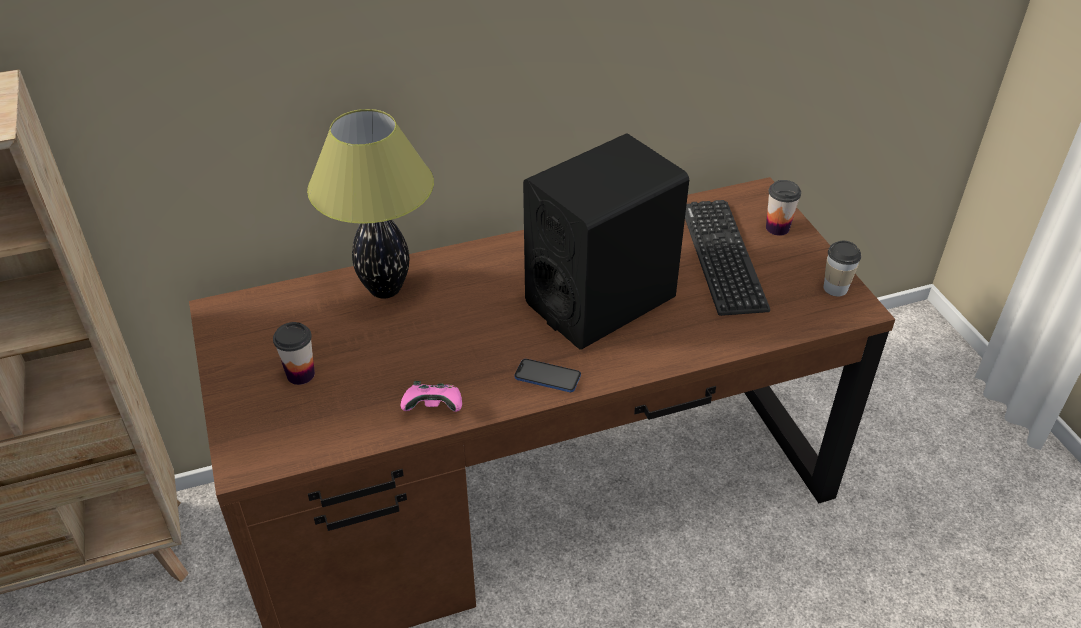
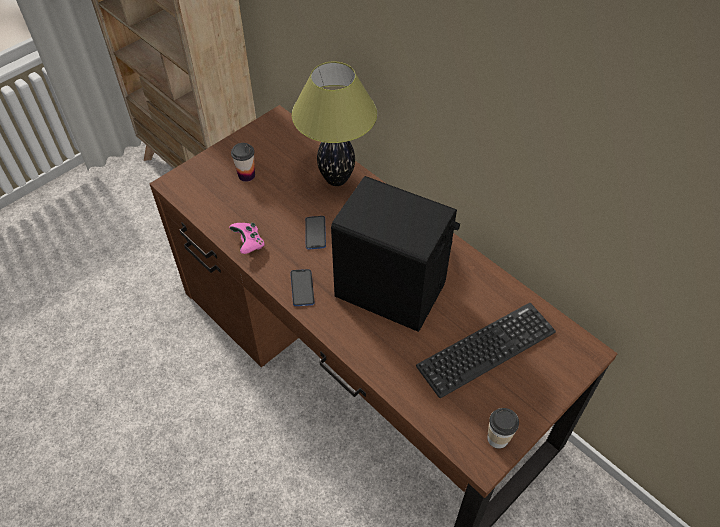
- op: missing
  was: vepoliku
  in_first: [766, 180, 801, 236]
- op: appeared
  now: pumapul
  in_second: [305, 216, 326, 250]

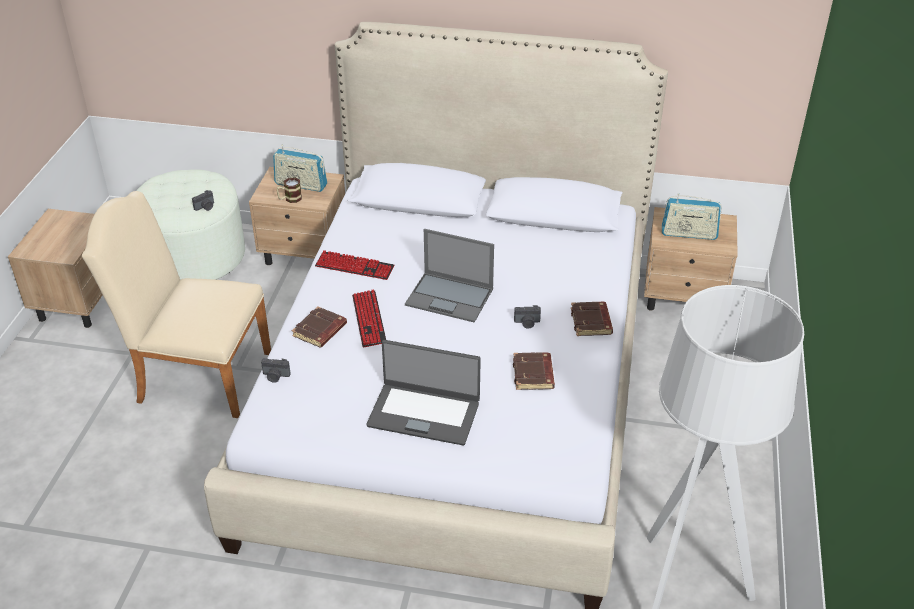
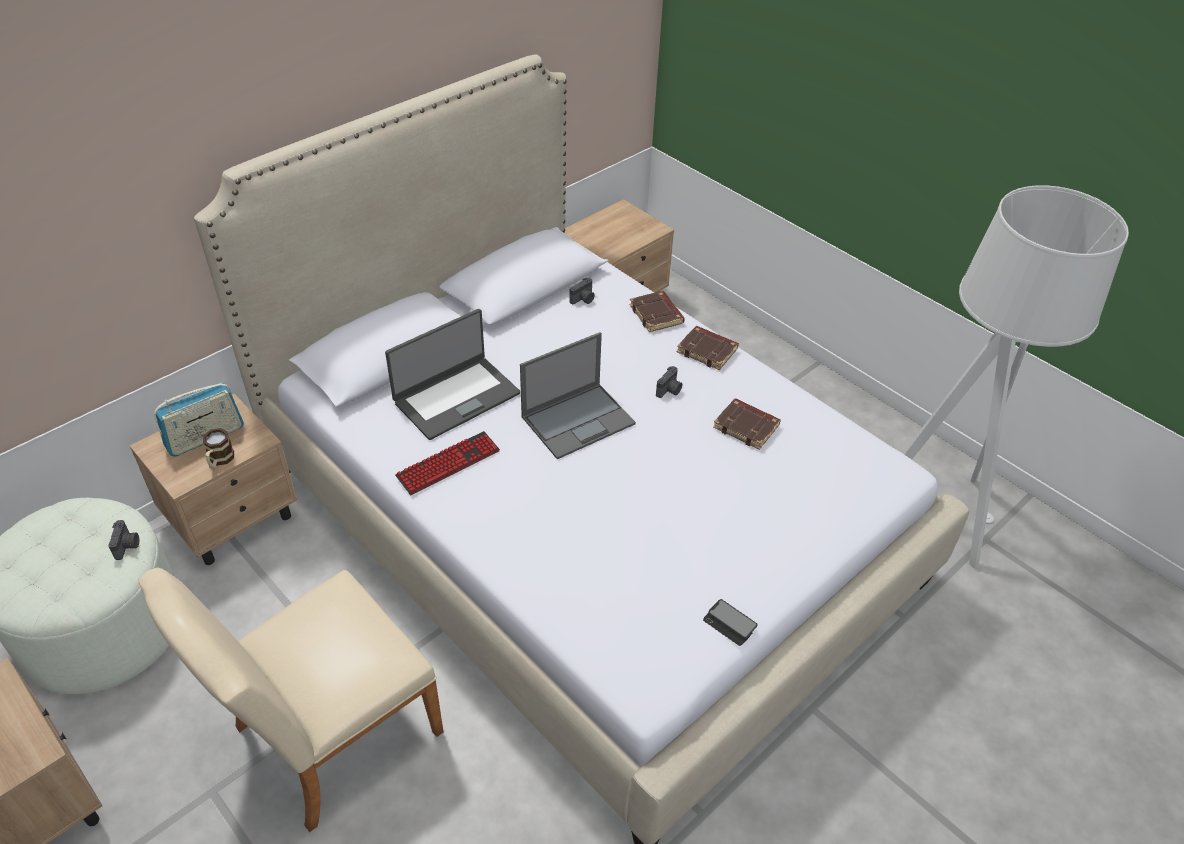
- op: relocated
  was: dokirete
  in_first: [261, 358, 291, 383]
  in_second: [569, 277, 595, 304]
- op: relocated
  was: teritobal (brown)
  in_first: [292, 307, 347, 348]
  in_second: [630, 291, 685, 332]
- op: missing
  was: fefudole
  in_first: [352, 289, 386, 348]
- op: relocated
  was: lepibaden
  in_first: [366, 340, 481, 445]
  in_second: [385, 309, 520, 440]
- op: missing
  was: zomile
  in_first: [662, 193, 722, 240]
- op: appeared
  now: pumapul
  in_second: [703, 599, 758, 646]

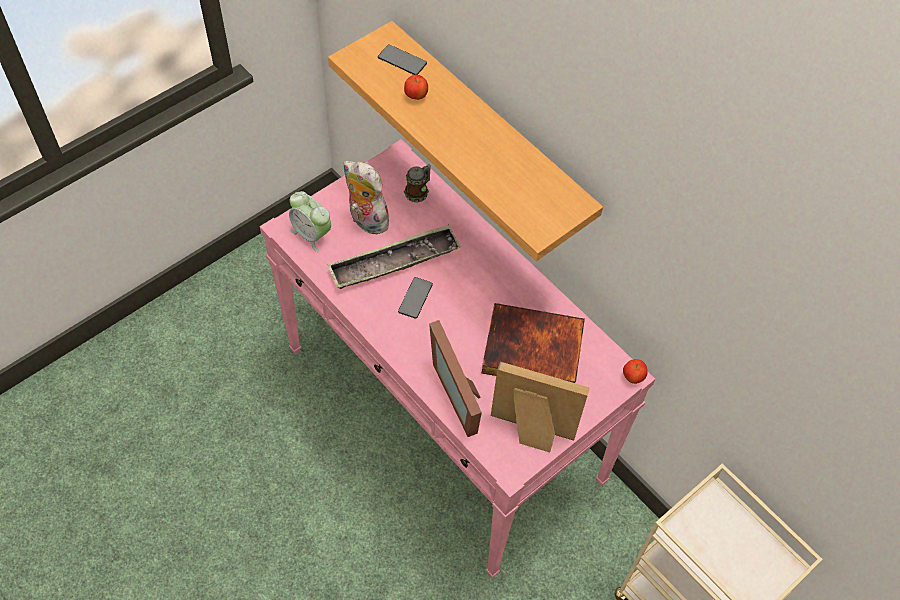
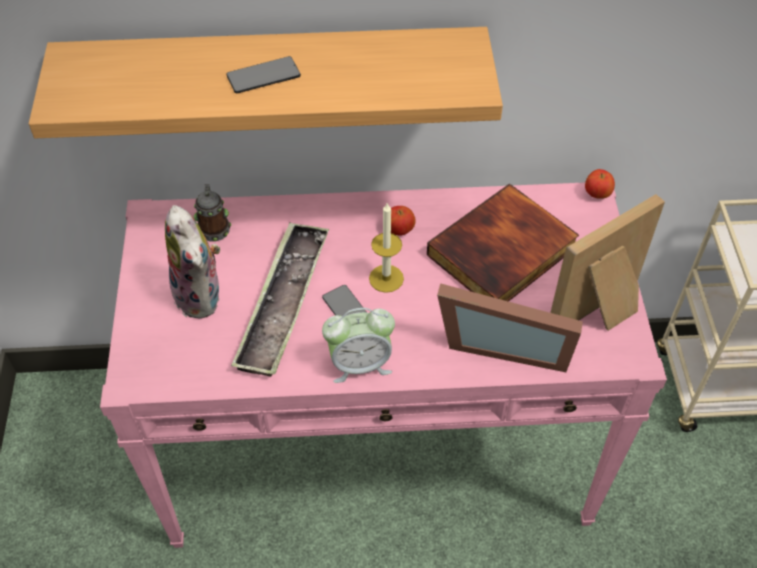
- op: relocated
  was: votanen
  in_first: [289, 191, 331, 252]
  in_second: [322, 308, 395, 383]
- op: spun
  was: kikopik
  in_first: [344, 161, 390, 235]
  in_second: [165, 205, 220, 319]
  clockwise: -105
- op: relocated
  was: pumapul
  in_first: [378, 44, 427, 75]
  in_second: [226, 56, 301, 93]
- op: relocated
  was: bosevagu
  in_first: [404, 74, 428, 100]
  in_second: [391, 206, 416, 236]
- op: appeared
  now: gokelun
  in_second: [369, 203, 404, 293]

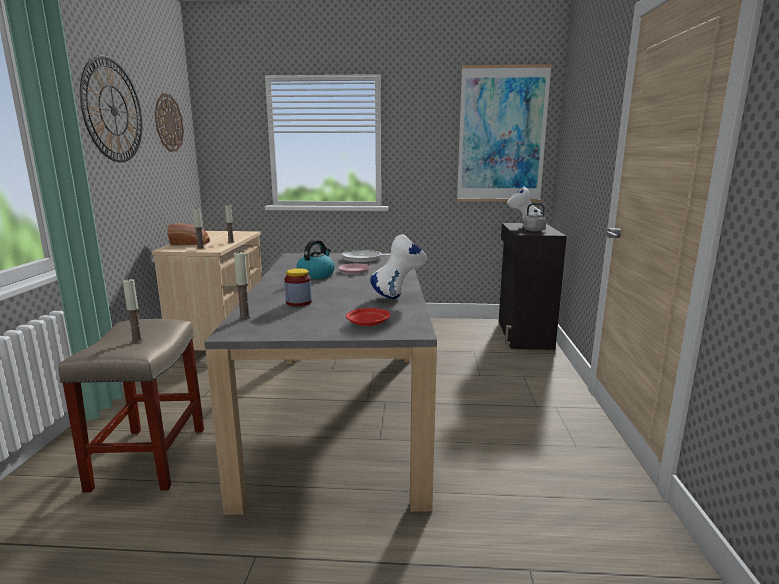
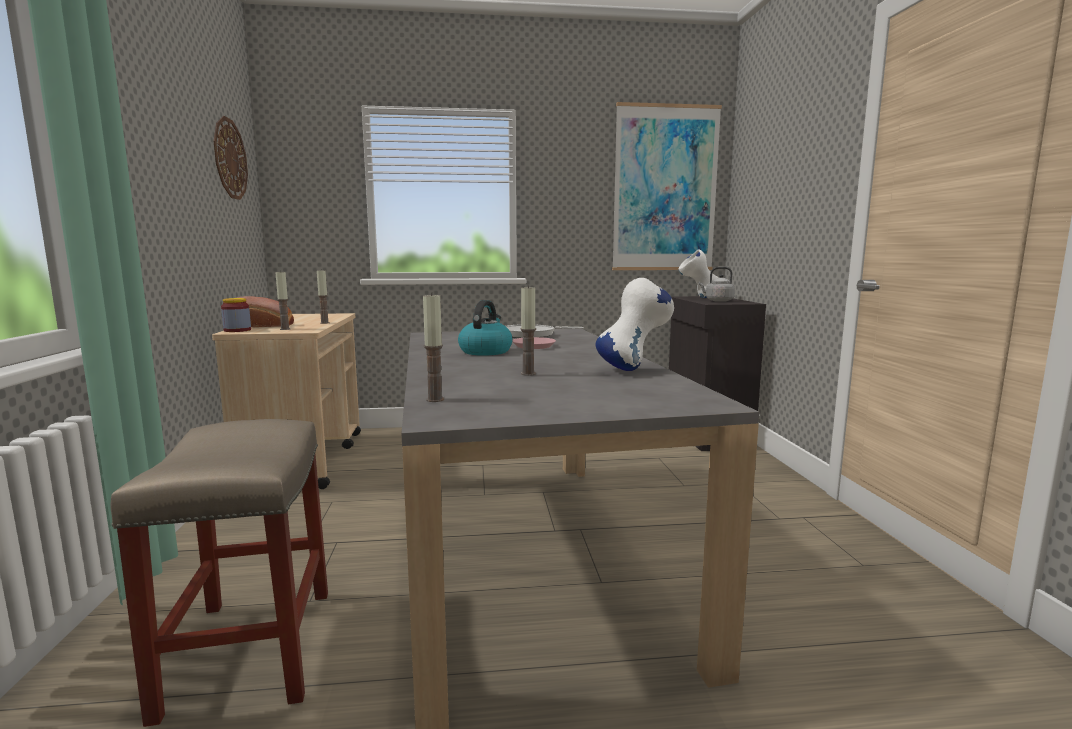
- op: missing
  was: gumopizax
  in_first: [80, 56, 142, 162]
- op: relocated
  was: gokelun
  in_first: [123, 279, 143, 342]
  in_second: [521, 286, 536, 376]
- op: relocated
  was: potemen
  in_first: [285, 268, 312, 306]
  in_second: [221, 298, 251, 332]
- op: missing
  was: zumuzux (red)
  in_first: [346, 308, 390, 326]

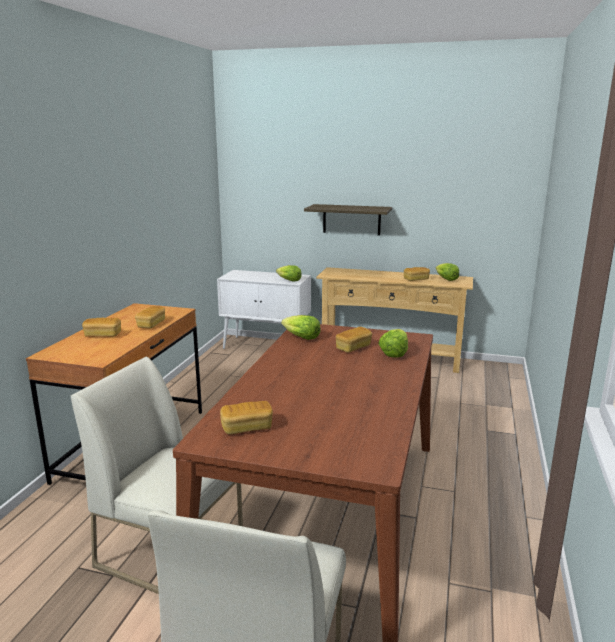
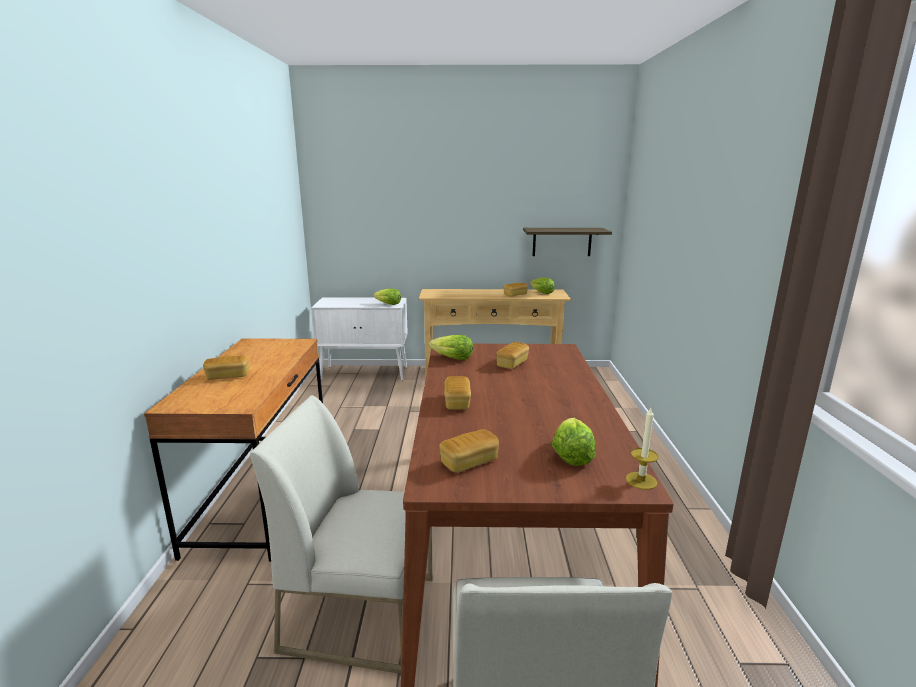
- op: relocated
  was: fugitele
  in_first: [135, 306, 165, 328]
  in_second: [444, 376, 471, 410]
- op: relocated
  was: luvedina
  in_first: [304, 204, 392, 236]
  in_second: [523, 228, 612, 256]
- op: relocated
  was: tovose
  in_first: [378, 329, 408, 357]
  in_second: [552, 418, 595, 466]
- op: appeared
  now: gokelun
  in_second: [625, 408, 659, 490]

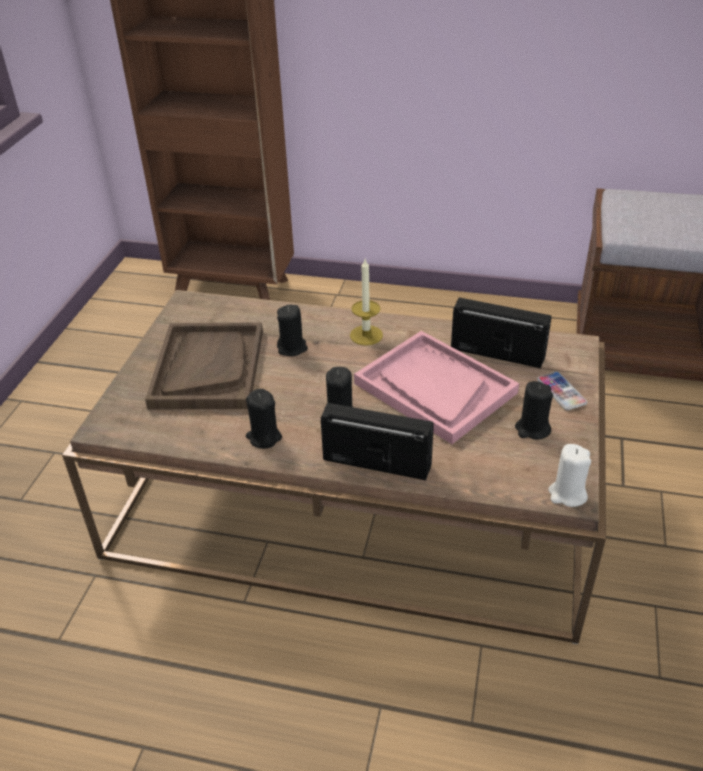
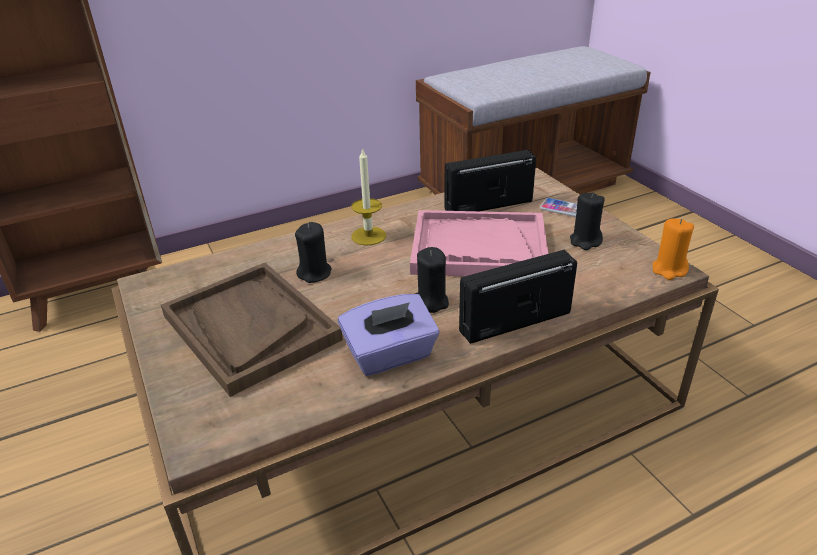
- op: exchanged
  was: gokelun (black)
  now: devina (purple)
  in_first: [246, 389, 282, 449]
  in_second: [338, 294, 439, 376]
- op: colour
  was: gokelun (white)
  now: gokelun (orange)
  in_first: [548, 444, 591, 507]
  in_second: [652, 218, 694, 280]

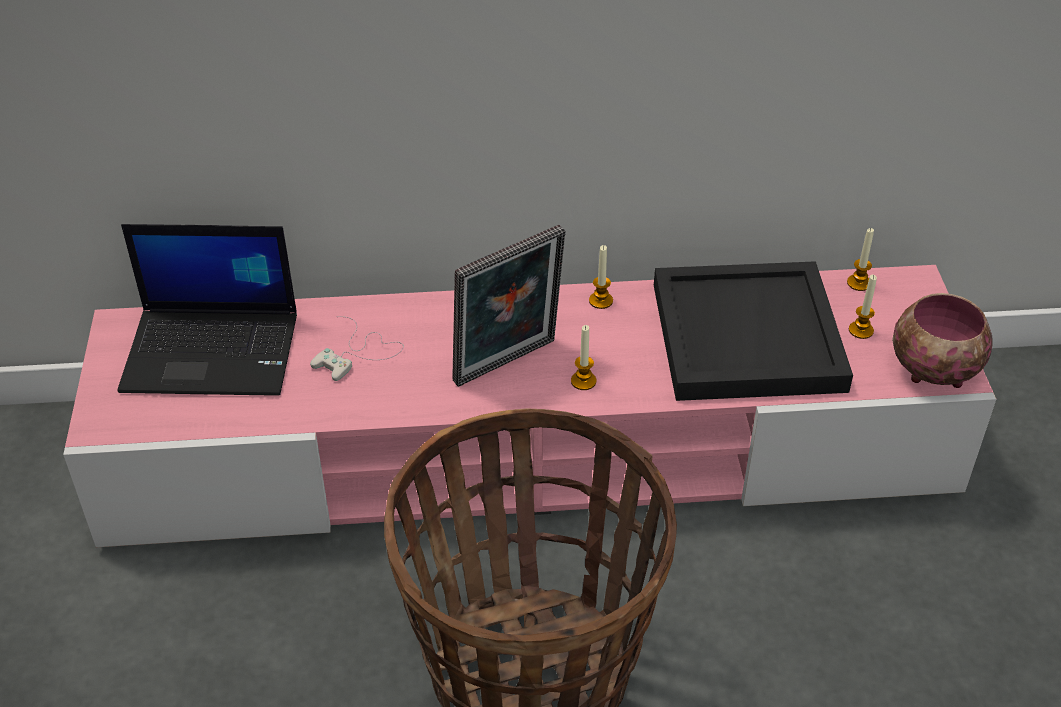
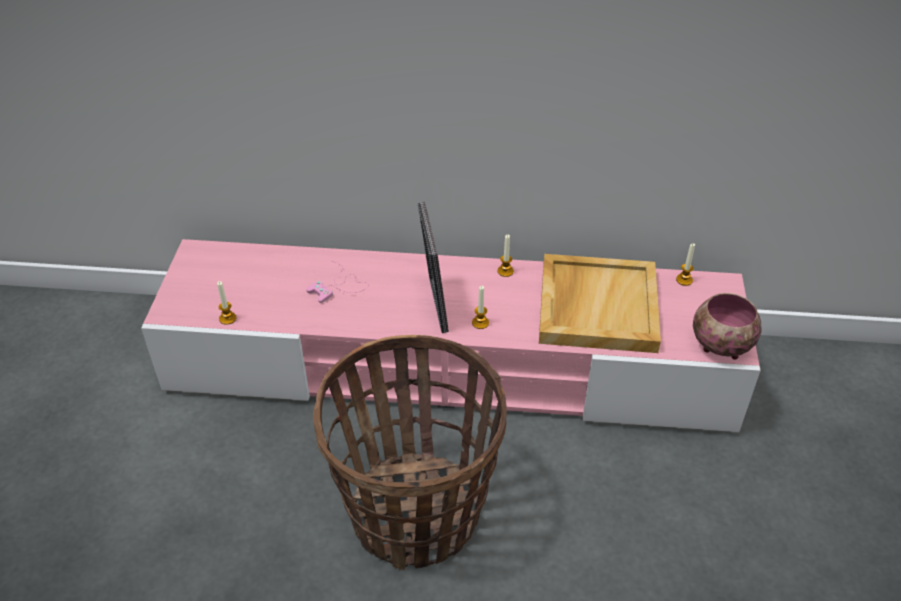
- op: missing
  was: lepibaden
  in_first: [117, 224, 297, 396]
- op: colour
  was: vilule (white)
  now: vilule (pink)
  in_first: [310, 316, 404, 381]
  in_second: [306, 261, 369, 303]
- op: spun
  was: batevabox
  in_first: [452, 225, 566, 387]
  in_second: [418, 202, 449, 333]
  clockwise: 105
- op: colour
  was: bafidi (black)
  now: bafidi (beige)
  in_first: [654, 261, 853, 401]
  in_second: [539, 254, 661, 353]
- op: relocated
  was: gokelun
  in_first: [849, 275, 877, 339]
  in_second: [217, 281, 237, 325]

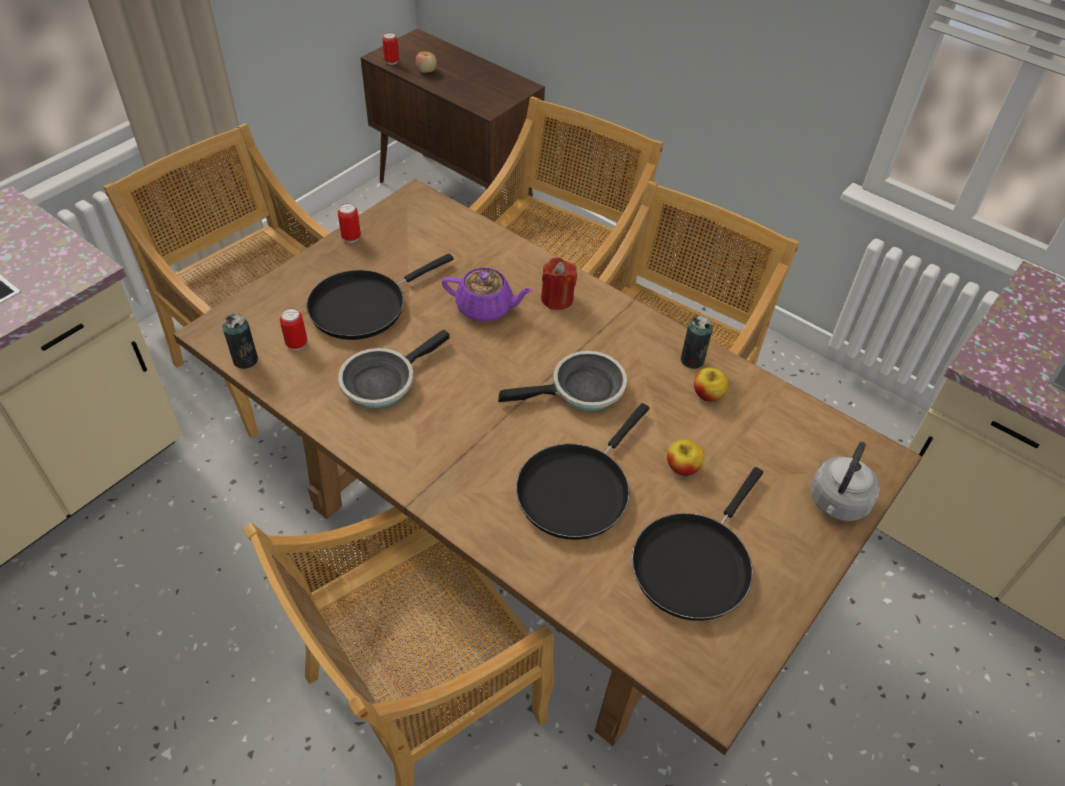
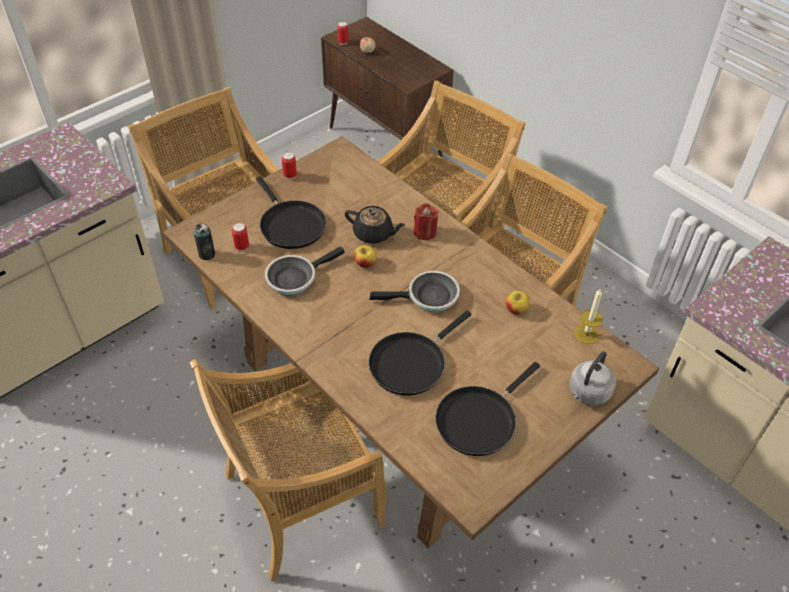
- op: spun
  was: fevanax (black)
  in_first: [306, 254, 453, 340]
  in_second: [256, 176, 326, 249]
  clockwise: -90
- op: colour
  was: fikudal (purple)
  now: fikudal (black)
  in_first: [442, 268, 533, 322]
  in_second: [345, 206, 405, 244]
- op: relocated
  was: bosevagu
  in_first: [667, 439, 705, 476]
  in_second: [354, 245, 377, 268]
- op: missing
  was: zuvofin
  in_first: [681, 315, 713, 369]
- op: appeared
  now: gokelun
  in_second: [574, 288, 603, 344]

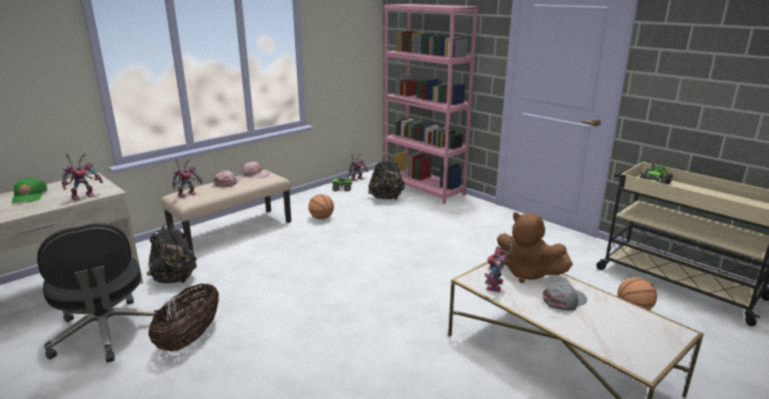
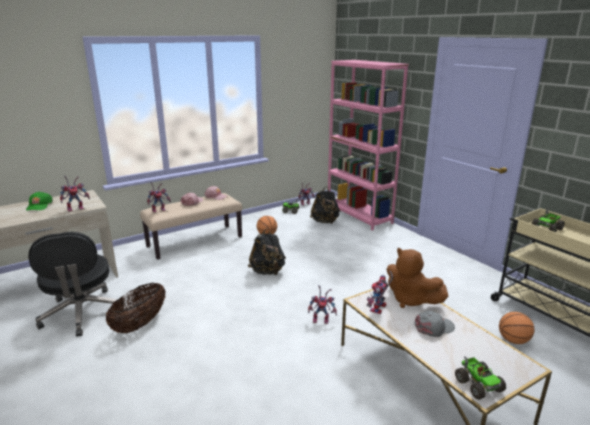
- op: relocated
  was: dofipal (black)
  in_first: [147, 222, 197, 284]
  in_second: [248, 228, 286, 275]
- op: appeared
  now: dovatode
  in_second: [308, 285, 337, 324]
- op: appeared
  now: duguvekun
  in_second: [455, 356, 506, 400]

